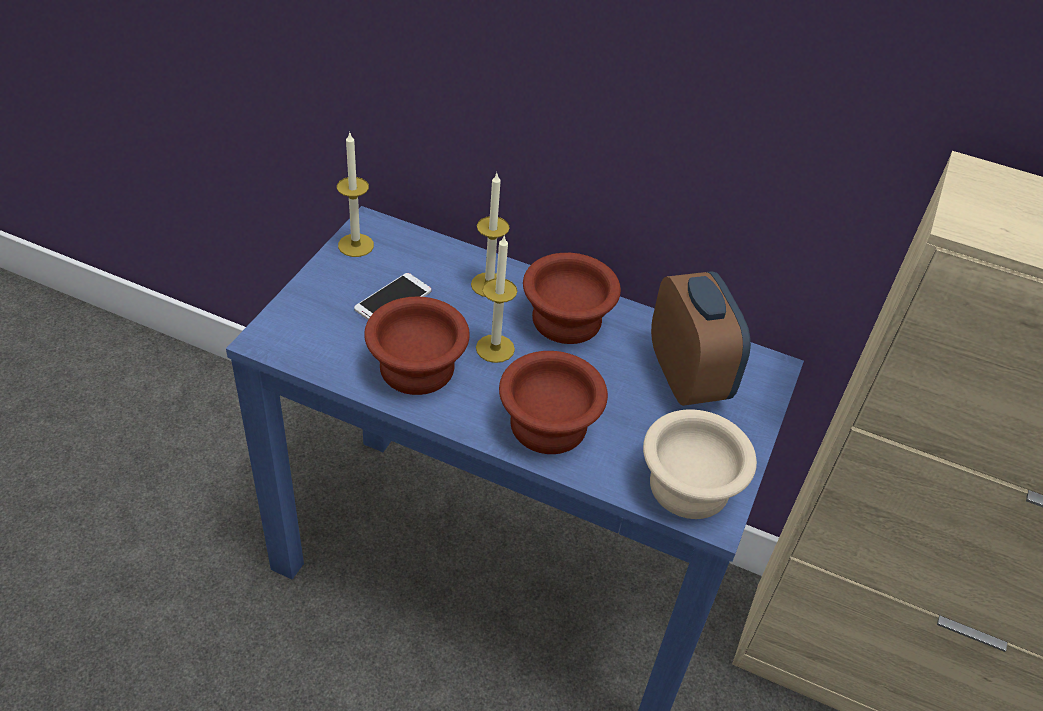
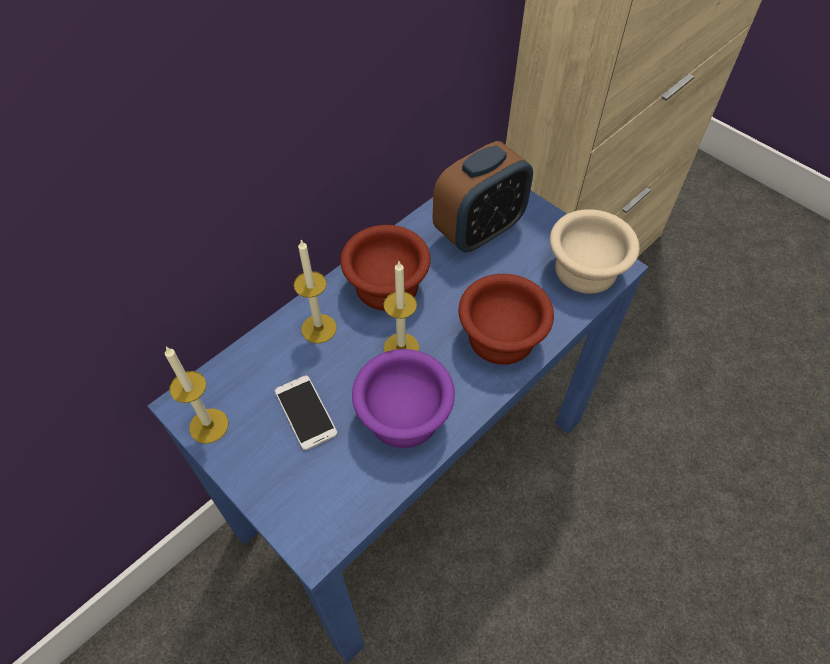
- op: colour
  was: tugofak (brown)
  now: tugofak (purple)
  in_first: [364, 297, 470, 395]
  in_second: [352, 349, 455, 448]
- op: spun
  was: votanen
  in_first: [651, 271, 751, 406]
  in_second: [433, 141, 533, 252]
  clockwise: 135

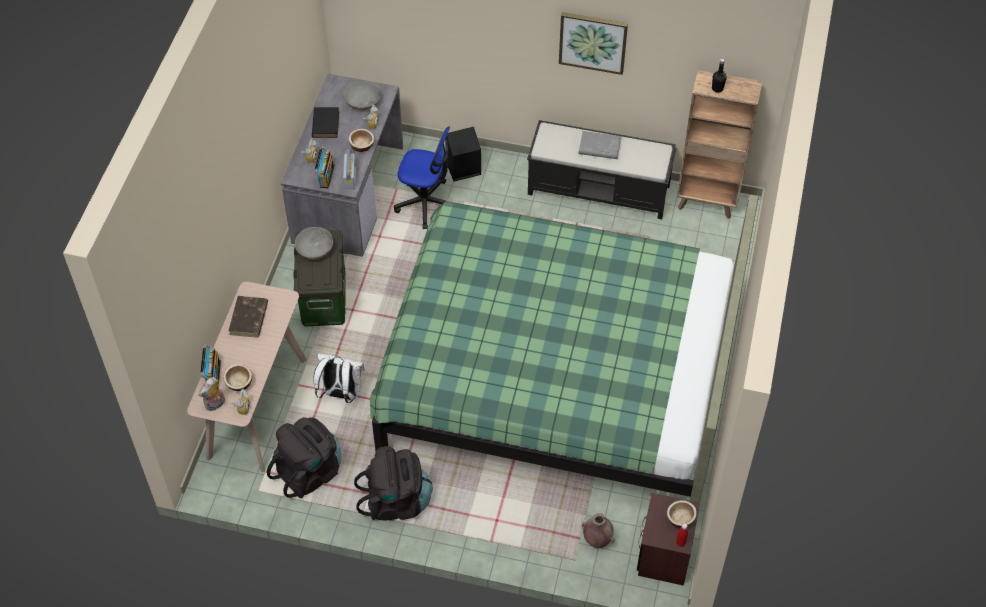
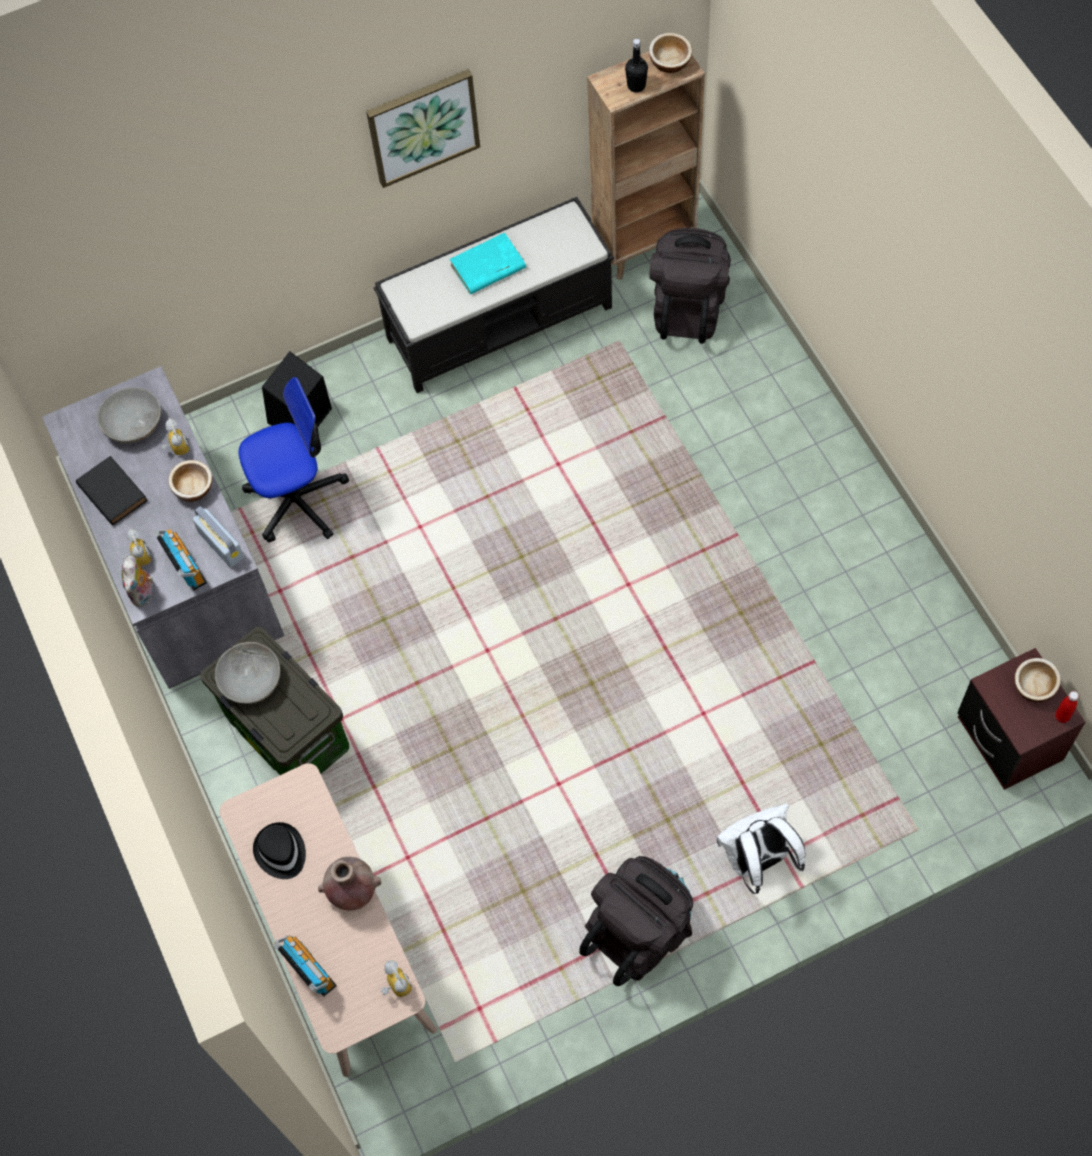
- op: relocated
  was: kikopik
  in_first: [199, 377, 225, 411]
  in_second: [122, 555, 154, 607]
- op: relocated
  was: tugofak
  in_first: [223, 364, 252, 391]
  in_second: [649, 33, 692, 73]
- op: exchanged
  was: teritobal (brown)
  now: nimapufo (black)
  in_first: [229, 296, 268, 338]
  in_second: [253, 822, 306, 879]
- op: relocated
  was: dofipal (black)
  in_first: [267, 417, 341, 498]
  in_second: [649, 228, 731, 344]
- op: relocated
  was: dofipal (white)
  in_first: [314, 354, 365, 403]
  in_second: [717, 803, 805, 894]
- op: missing
  was: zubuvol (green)
  in_first: [370, 195, 759, 503]
- op: colour
  was: teritobal (grey)
  now: teritobal (turquoise)
  in_first: [578, 131, 621, 159]
  in_second: [450, 233, 526, 295]
- op: relocated
  was: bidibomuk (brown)
  in_first: [582, 513, 615, 548]
  in_second: [318, 857, 381, 910]

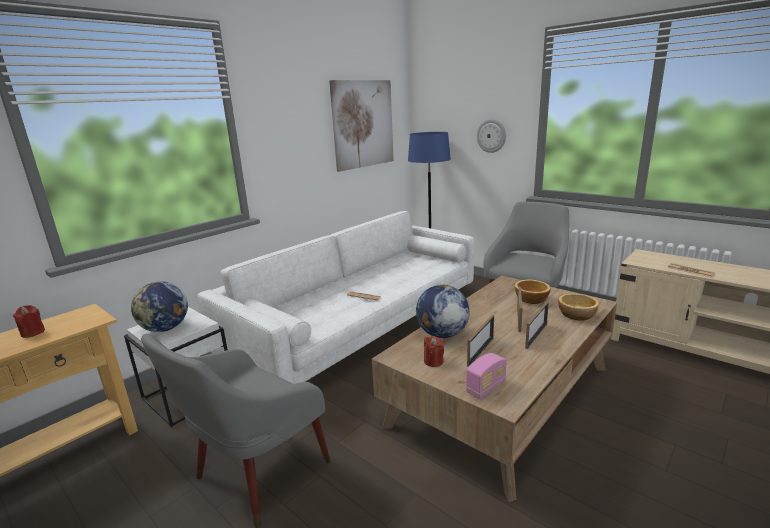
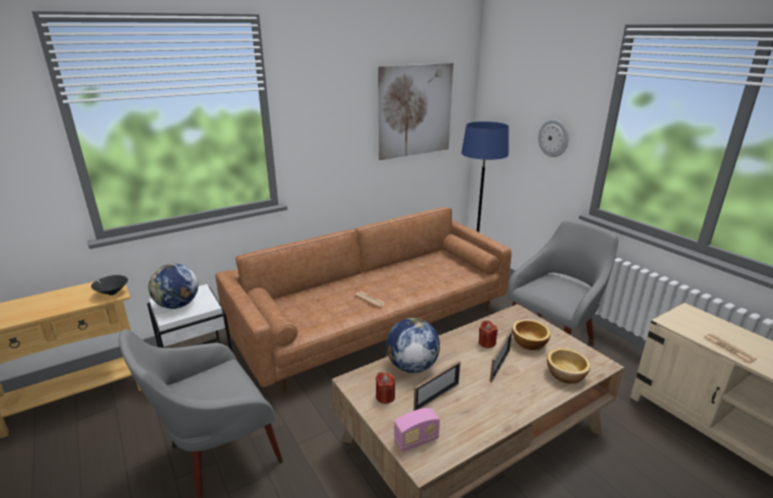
- op: relocated
  was: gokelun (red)
  in_first: [12, 305, 45, 338]
  in_second: [479, 320, 498, 348]
- op: colour
  was: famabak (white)
  now: famabak (brown)
  in_first: [196, 211, 474, 384]
  in_second: [215, 207, 512, 392]
- op: missing
  was: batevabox
  in_first: [525, 301, 549, 349]
- op: appeared
  now: tugofak (black)
  in_second: [91, 275, 128, 295]

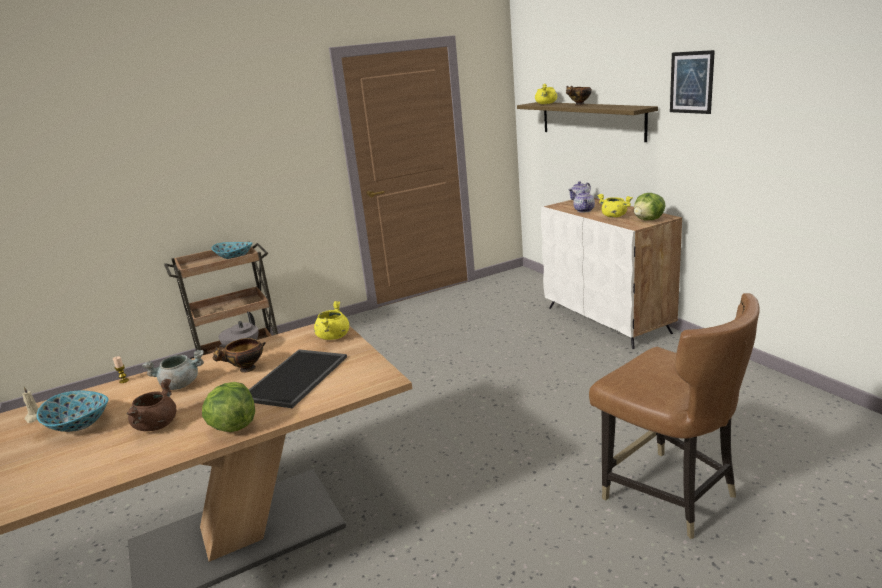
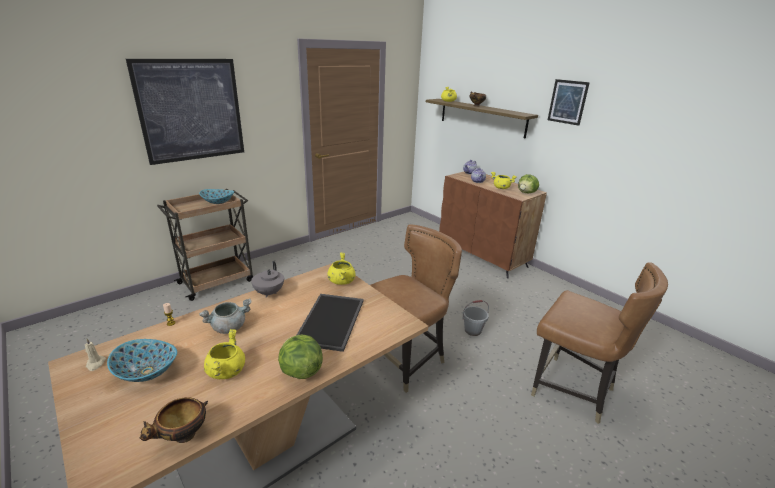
- op: colour
  was: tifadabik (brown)
  now: tifadabik (yellow)
  in_first: [126, 379, 176, 431]
  in_second: [204, 329, 245, 379]
- op: relocated
  was: tugofak
  in_first: [213, 338, 266, 373]
  in_second: [139, 397, 208, 443]
- op: colour
  was: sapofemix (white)
  now: sapofemix (brown)
  in_first: [541, 198, 682, 349]
  in_second: [439, 172, 547, 279]
- op: appeared
  now: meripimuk
  in_second: [126, 59, 244, 165]
- op: appeared
  now: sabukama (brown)
  in_second: [370, 225, 462, 393]
- op: appeared
  now: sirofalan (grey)
  in_second: [462, 300, 489, 336]

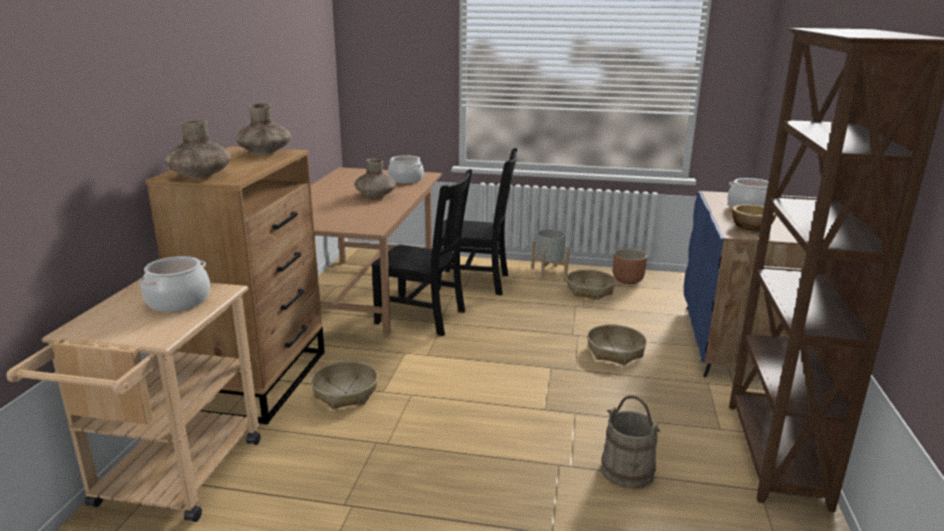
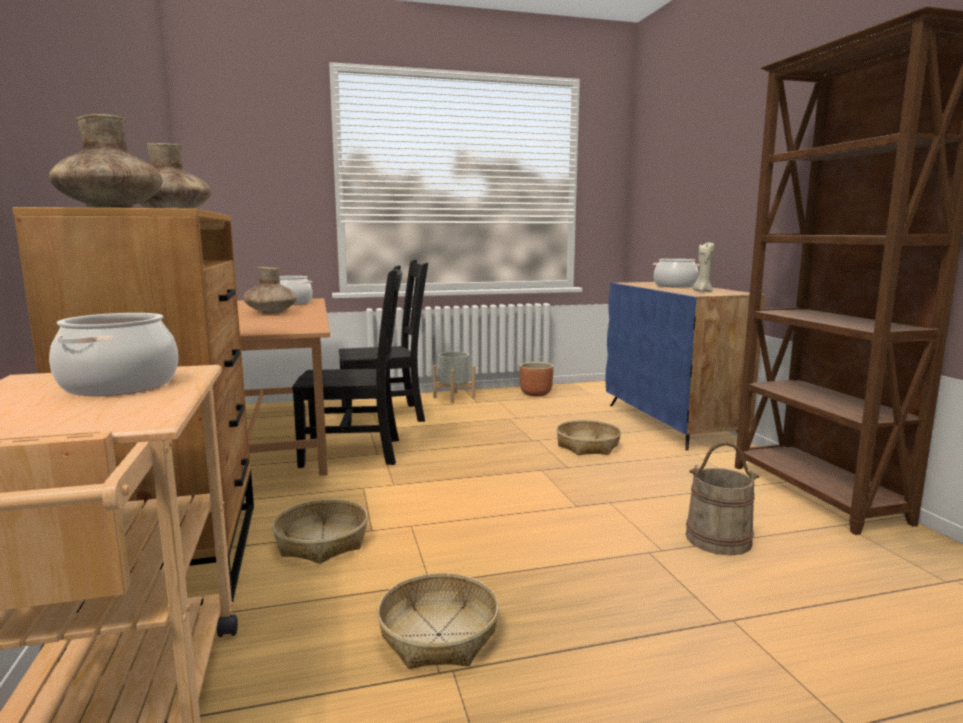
- op: relocated
  was: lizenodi
  in_first: [567, 270, 616, 300]
  in_second: [377, 573, 499, 669]
- op: exchanged
  was: tugofak
  now: gokelun (beige)
  in_first: [732, 204, 776, 231]
  in_second: [693, 242, 715, 292]

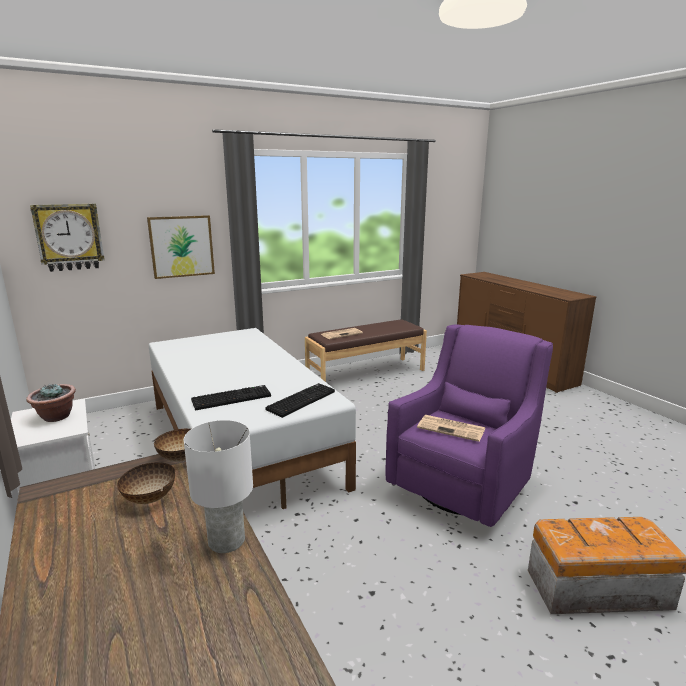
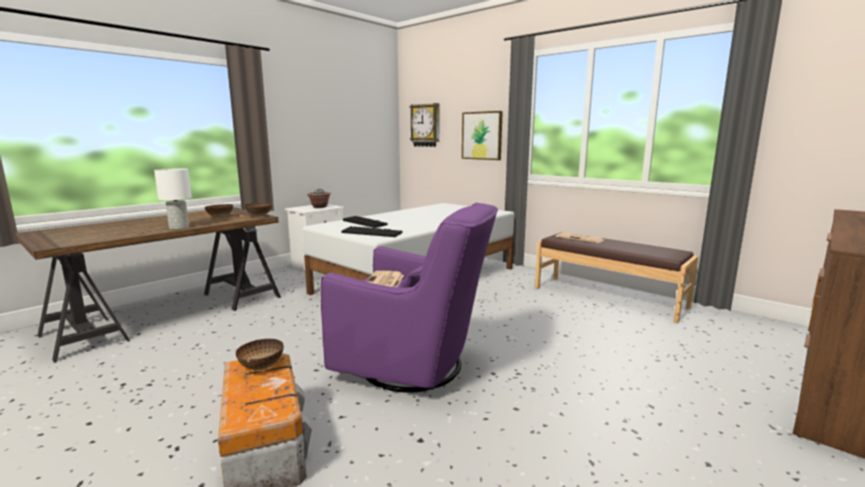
- op: appeared
  now: tugofak
  in_second: [236, 339, 284, 370]

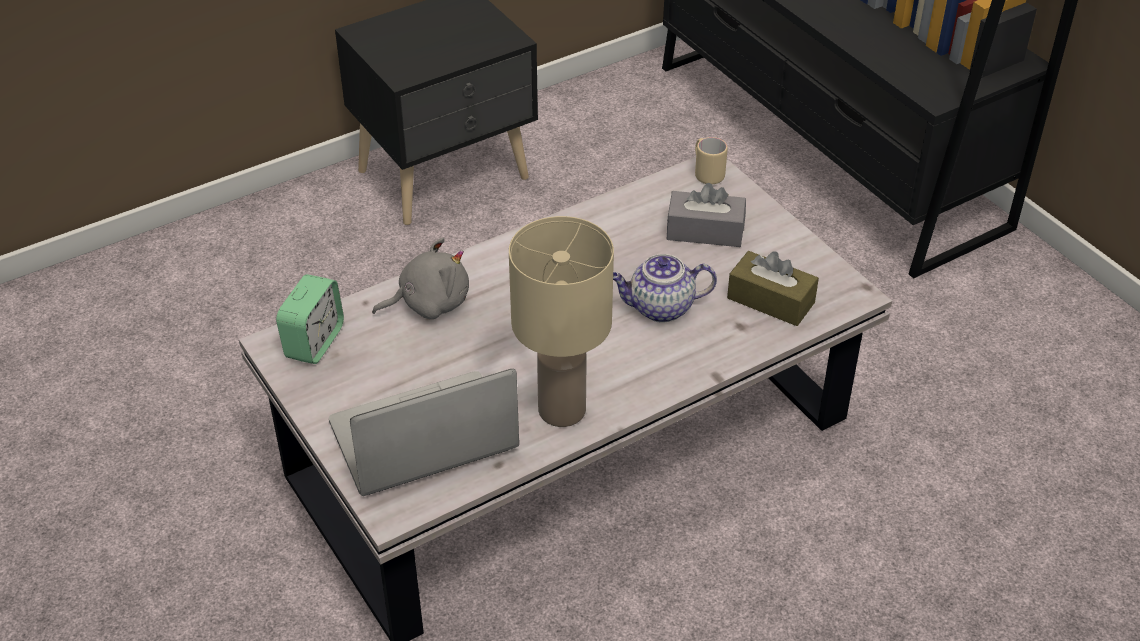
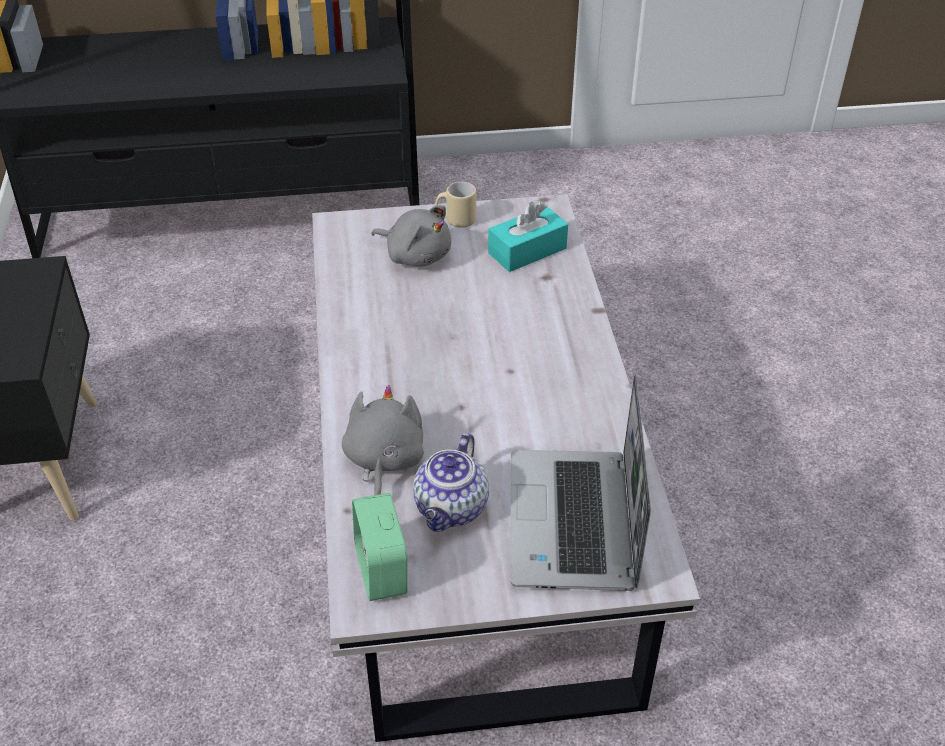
- op: spun
  was: votanen
  in_first: [276, 274, 344, 364]
  in_second: [352, 493, 408, 601]
  clockwise: -150
- op: missing
  was: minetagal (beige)
  in_first: [509, 216, 614, 427]
- op: relocated
  was: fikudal
  in_first: [613, 254, 717, 323]
  in_second: [413, 433, 489, 532]
- op: exchanged
  was: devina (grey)
  now: kikopik (grey)
  in_first: [667, 183, 746, 247]
  in_second: [372, 205, 451, 266]
- op: relocated
  was: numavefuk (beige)
  in_first: [695, 137, 728, 184]
  in_second: [435, 182, 476, 228]
- op: colour
  was: devina (brown)
  now: devina (turquoise)
  in_first: [727, 251, 819, 326]
  in_second: [488, 201, 568, 272]

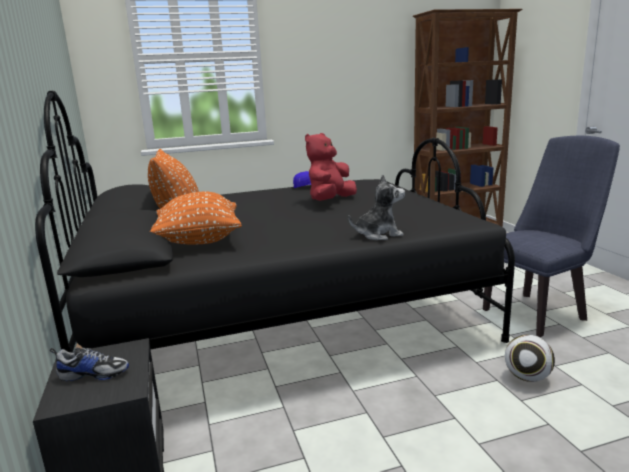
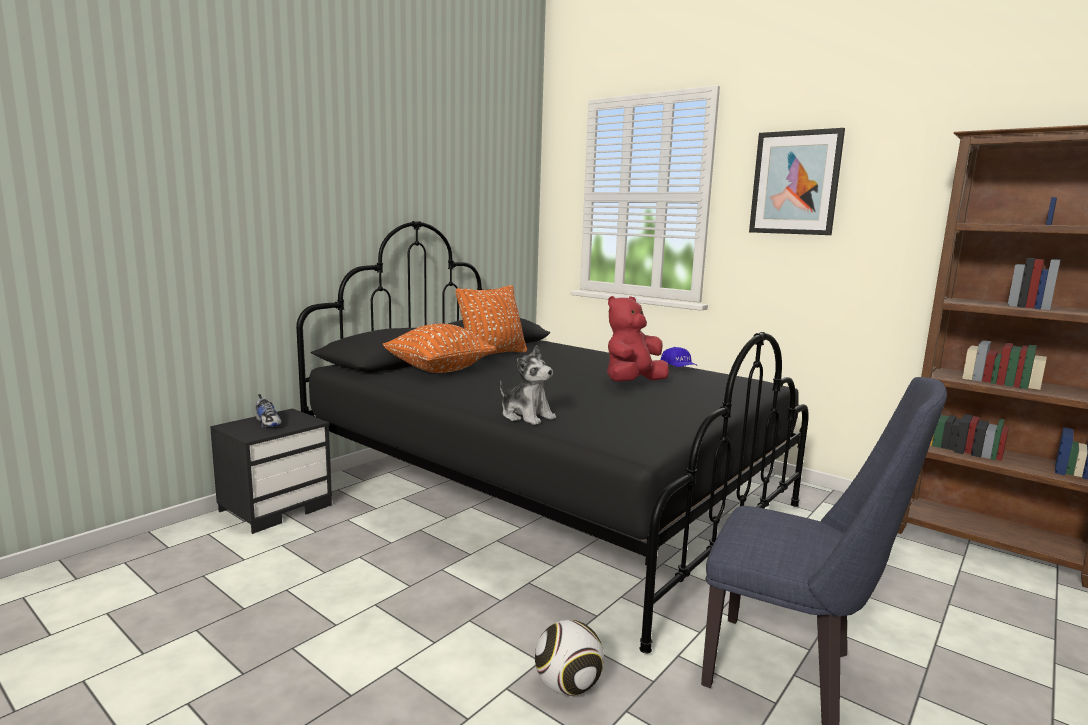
- op: spun
  was: kikopik (red)
  in_first: [305, 133, 357, 201]
  in_second: [607, 296, 669, 382]
  clockwise: -45
- op: appeared
  now: meripimuk
  in_second: [749, 128, 845, 235]

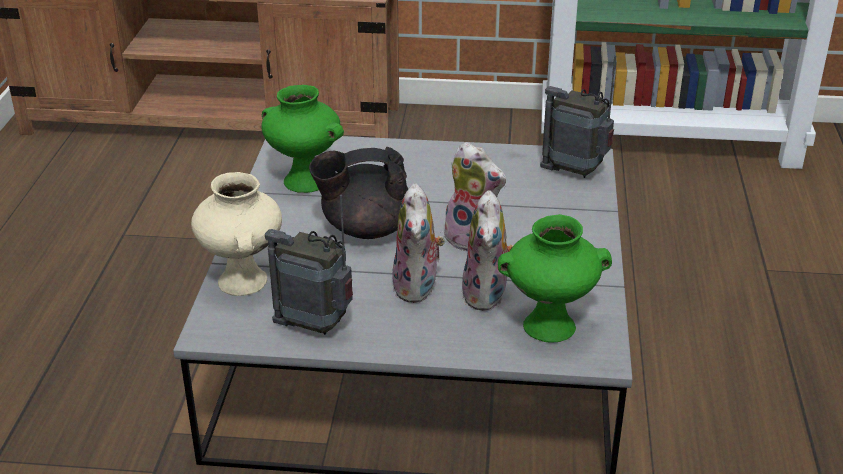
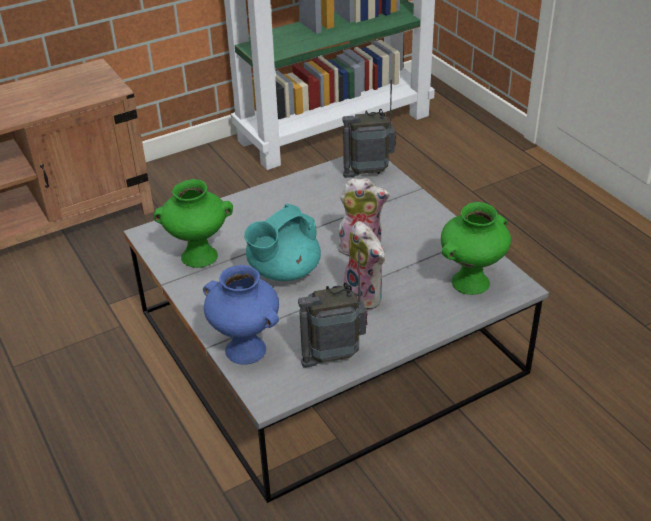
- op: colour
  was: bidibomuk (beige)
  now: bidibomuk (blue)
  in_first: [191, 172, 282, 296]
  in_second: [203, 265, 279, 365]
- op: colour
  was: fikudal (black)
  now: fikudal (turquoise)
  in_first: [309, 147, 408, 239]
  in_second: [244, 204, 321, 281]
- op: missing
  was: kikopik
  in_first: [461, 190, 514, 311]

